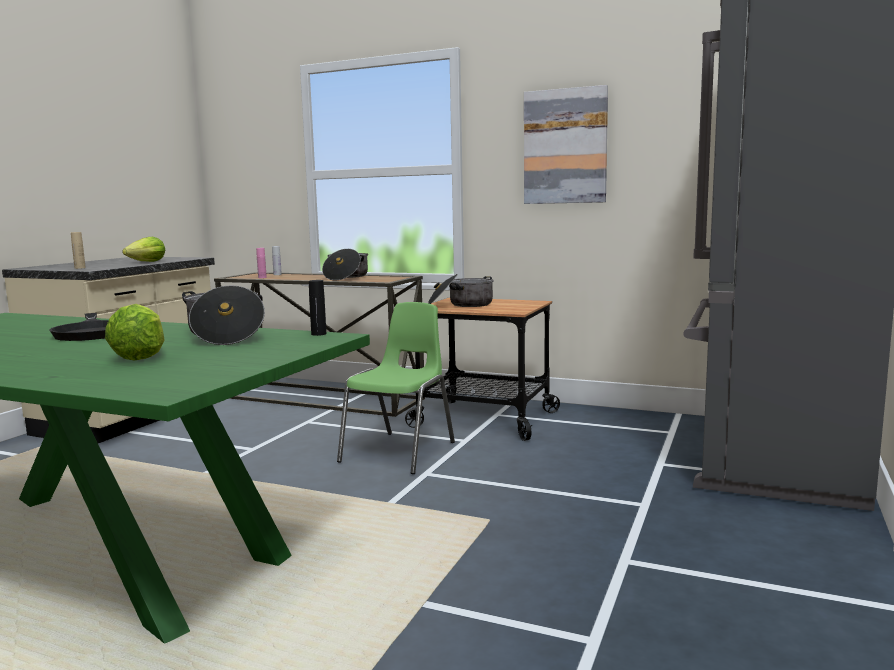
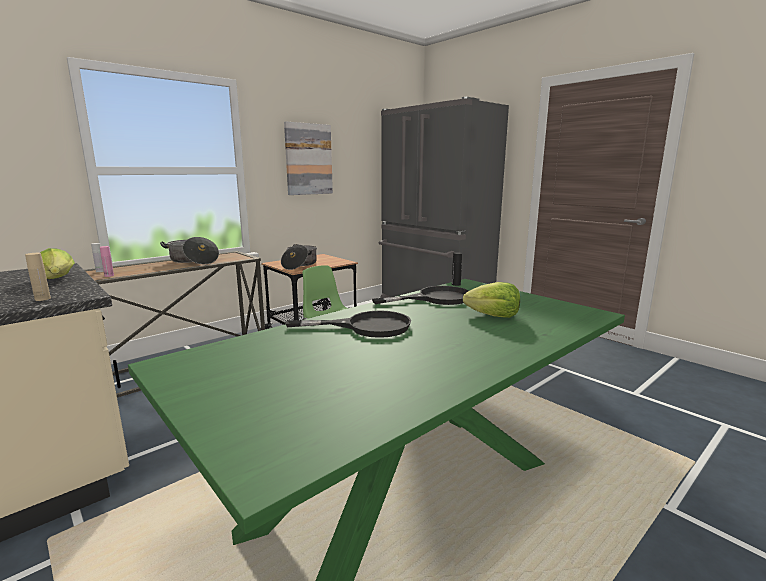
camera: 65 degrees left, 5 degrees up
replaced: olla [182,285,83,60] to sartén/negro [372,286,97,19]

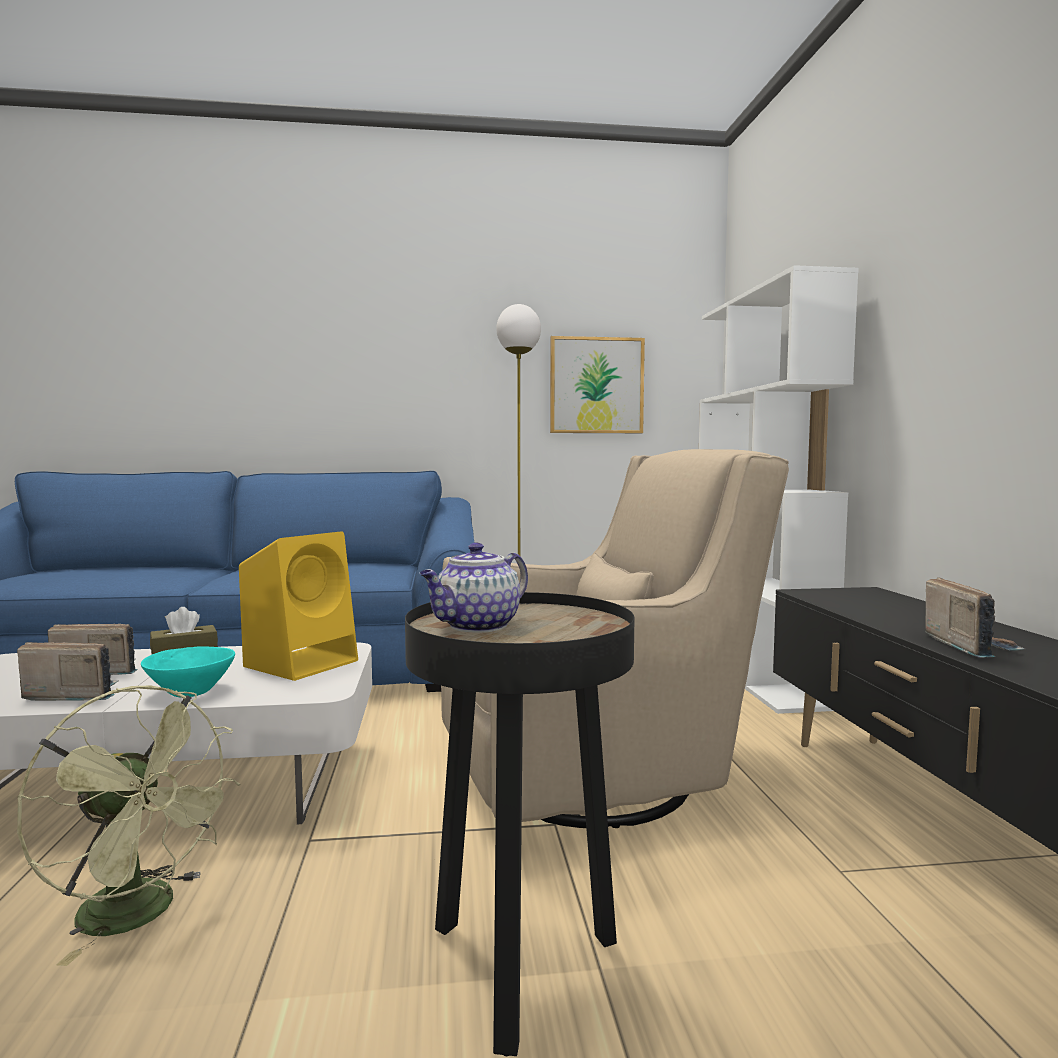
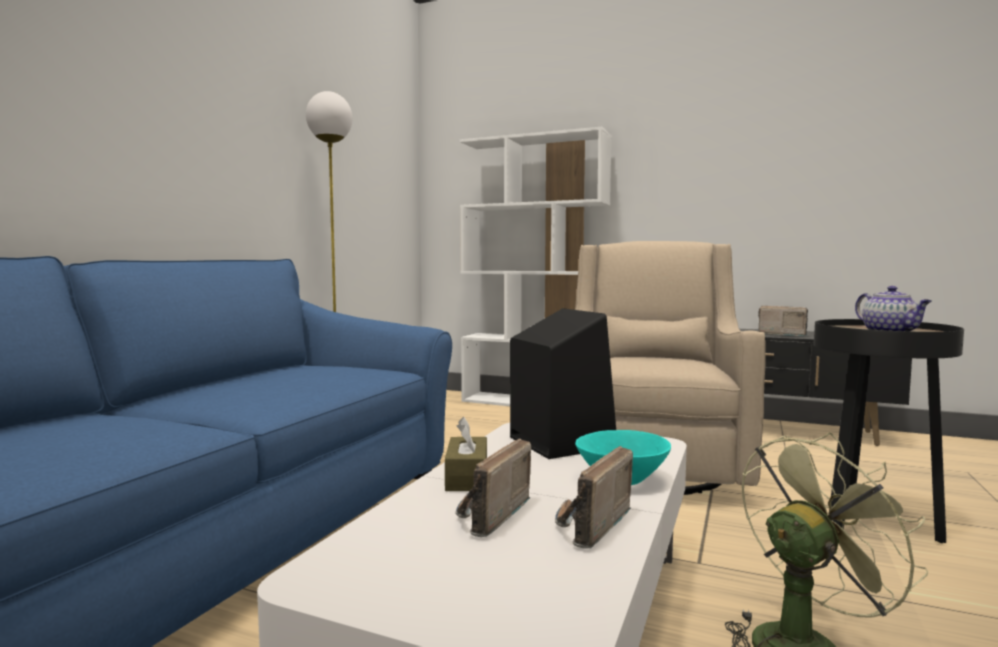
camera: 60 degrees left, 0 degrees up
removed: cuadro [550,336,95,97]
recoloured: altavoz/amarillo [239,531,119,150] to altavoz/negro [510,308,106,151]

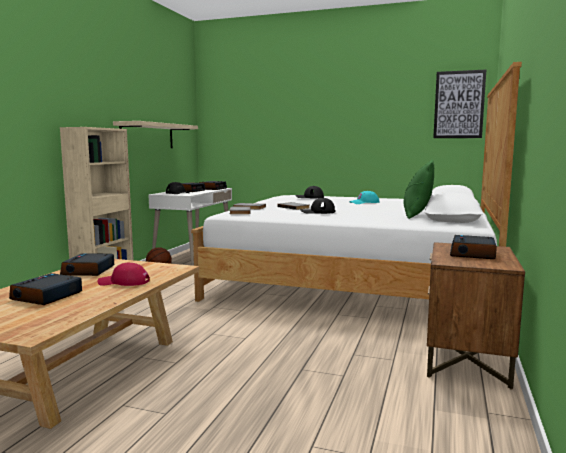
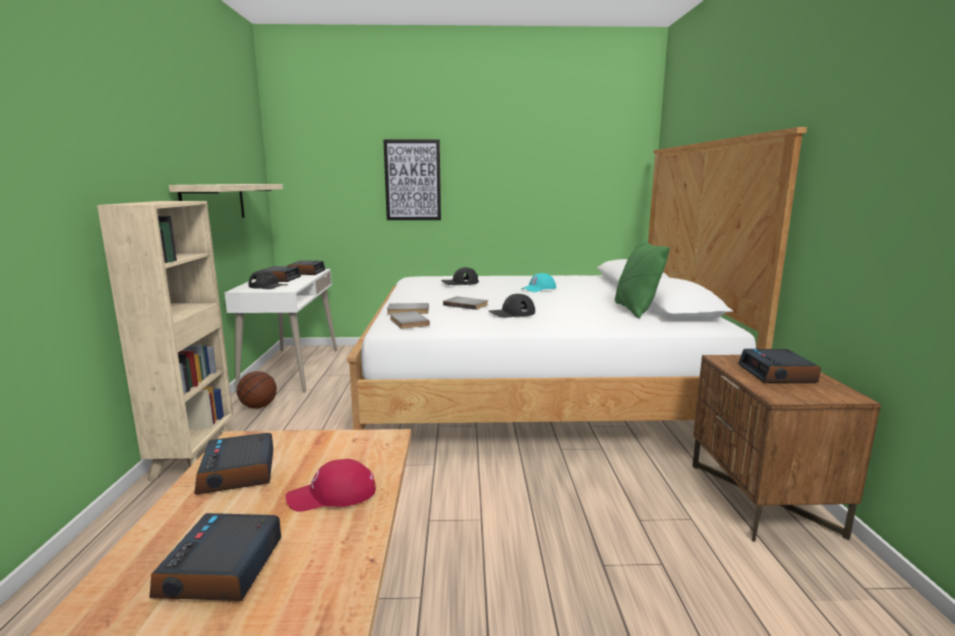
camera: 20 degrees left, 5 degrees up
moved: cuadro [433,70,53,68] to [383,139,58,81]

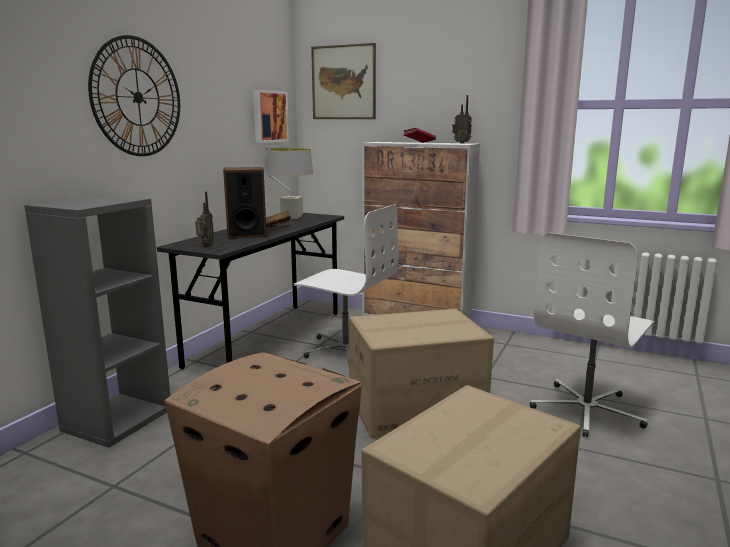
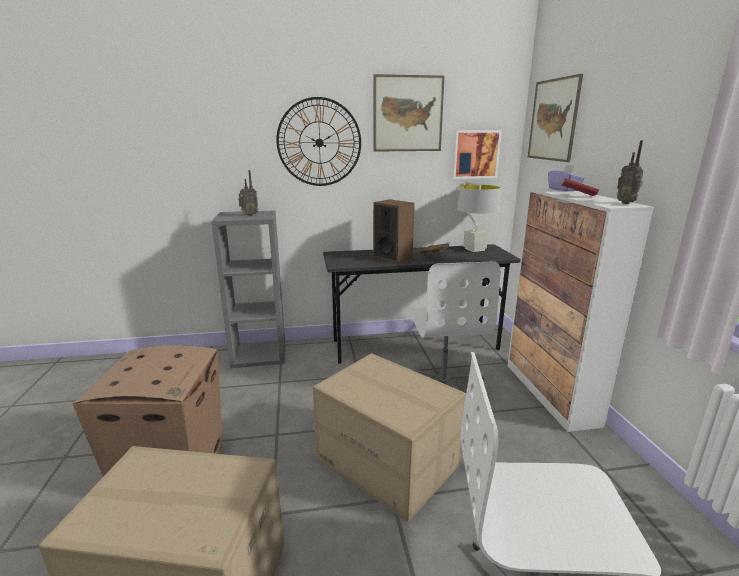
camera: 55 degrees right, 5 degrees up
added: cuadro [373,74,72,78]; caja de pañuelos/morado [548,164,37,27]
moved: radio [195,191,19,55] to [238,170,20,46]

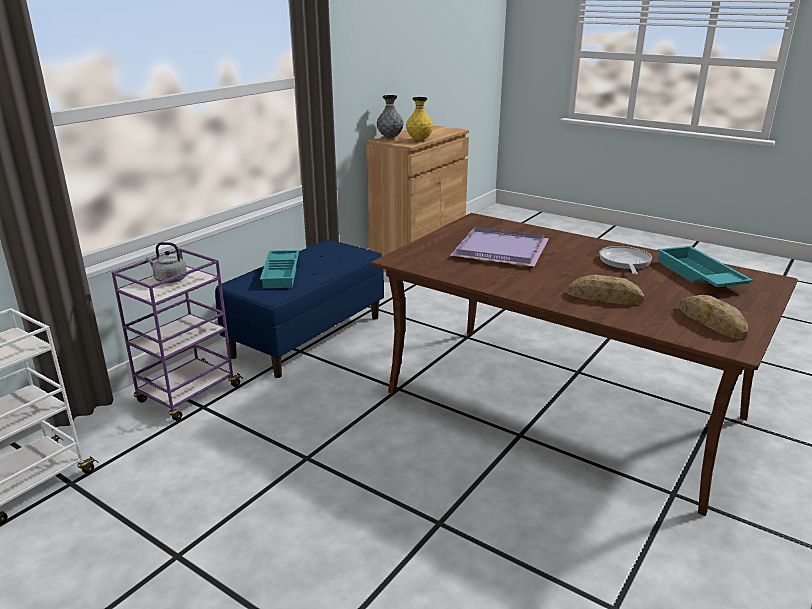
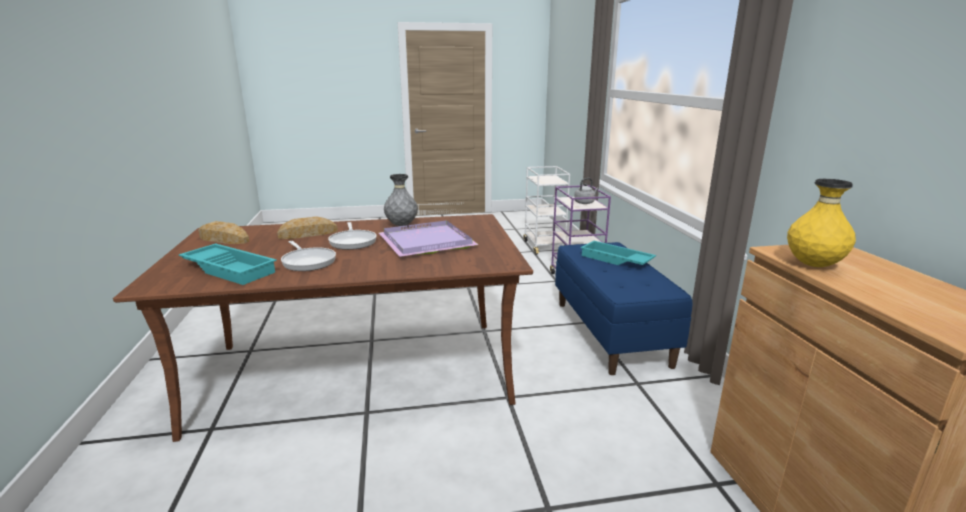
camera: 135 degrees right, 5 degrees down
added: sartén [328,222,49,28]
moved: florero/gris [377,95,27,43] to [384,174,34,52]

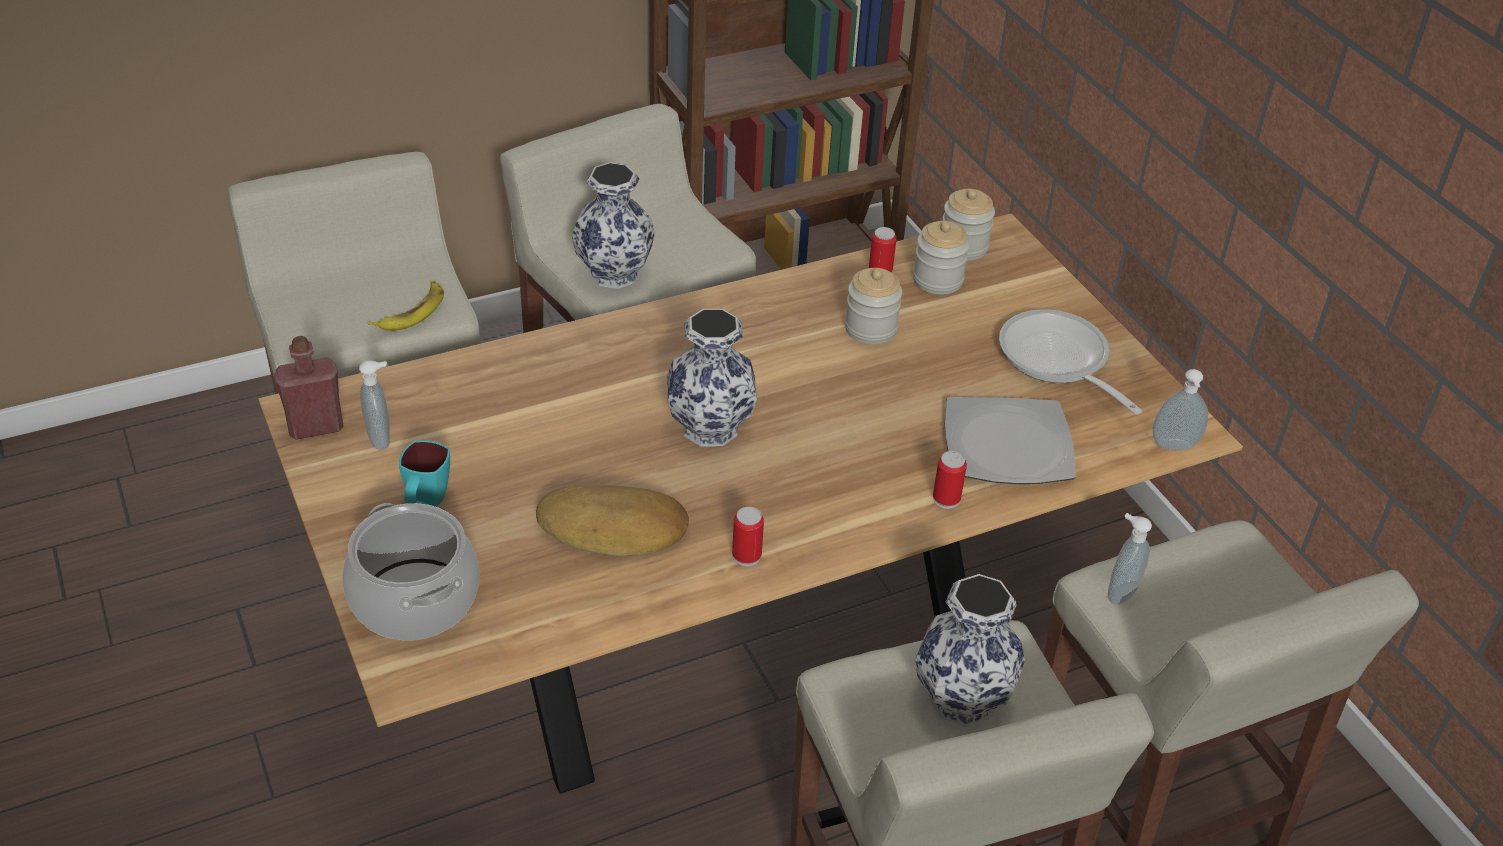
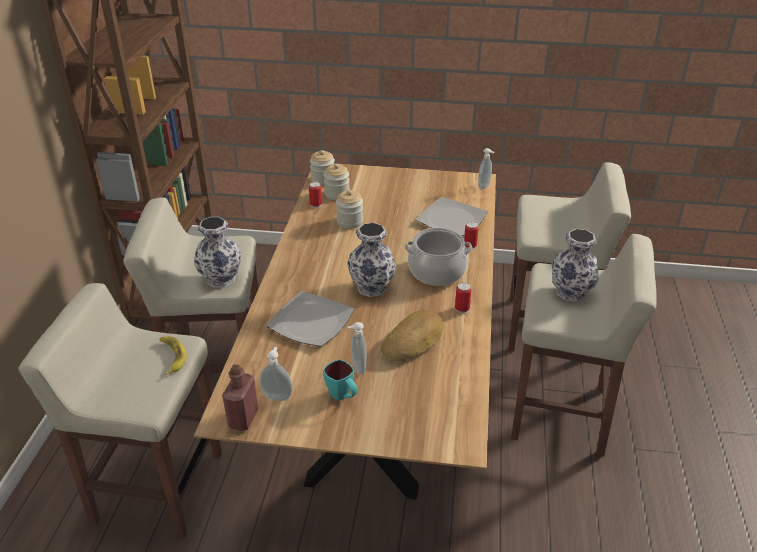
camera: 55 degrees left, 5 degrees down
removed: sartén [999,309,143,106]
added: plato [267,291,87,56]
moved: olla [342,503,138,138] to [405,227,68,59]; dispensador de jabón [1108,513,44,92] to [348,322,19,53]

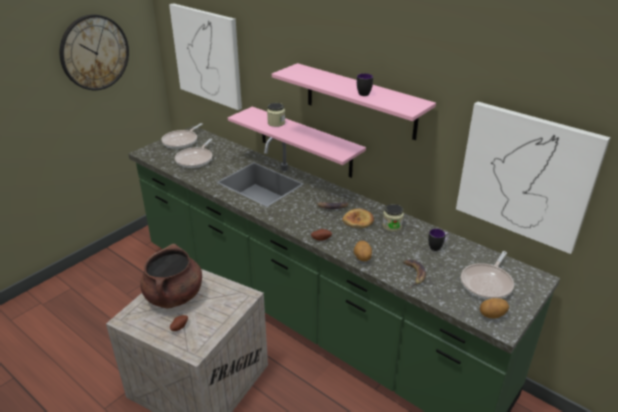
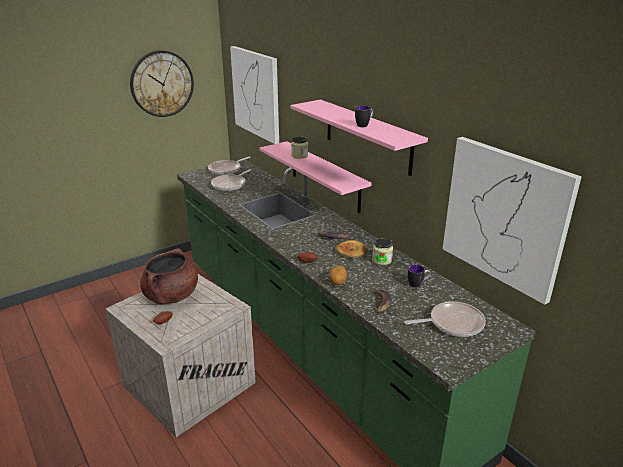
camera: 15 degrees right, 5 degrees down
removed: patata [480,298,29,21]
turned: sartén [461,251,53,49] = [404,301,82,36] 150 degrees counterclockwise

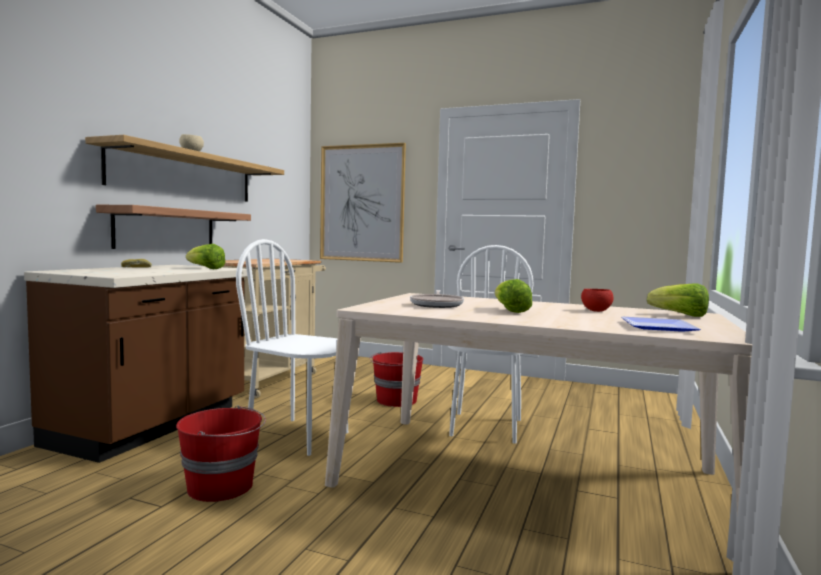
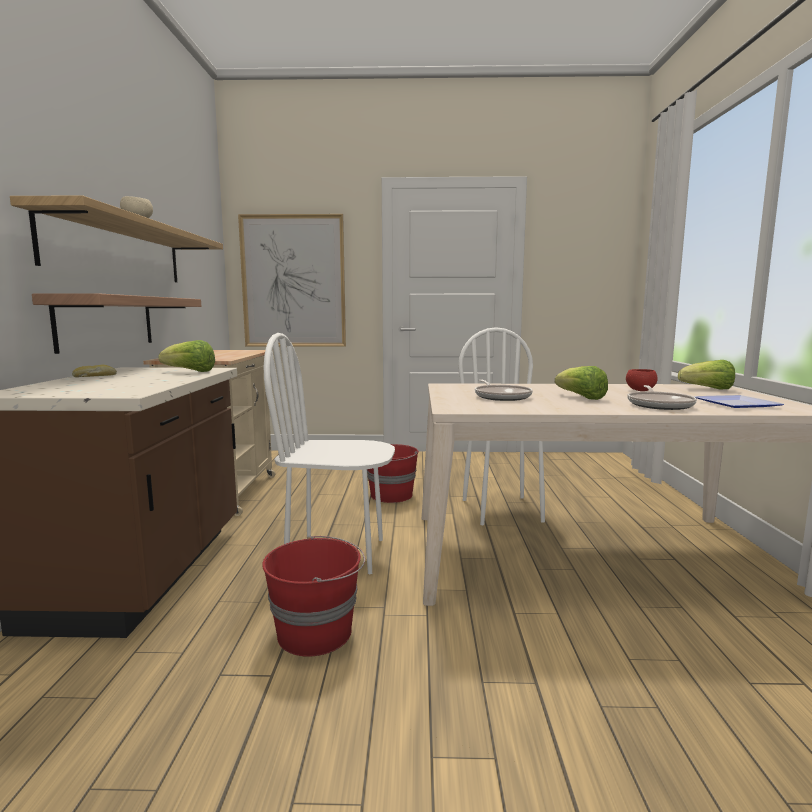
camera: 20 degrees left, 5 degrees up
added: sartén [627,385,70,25]

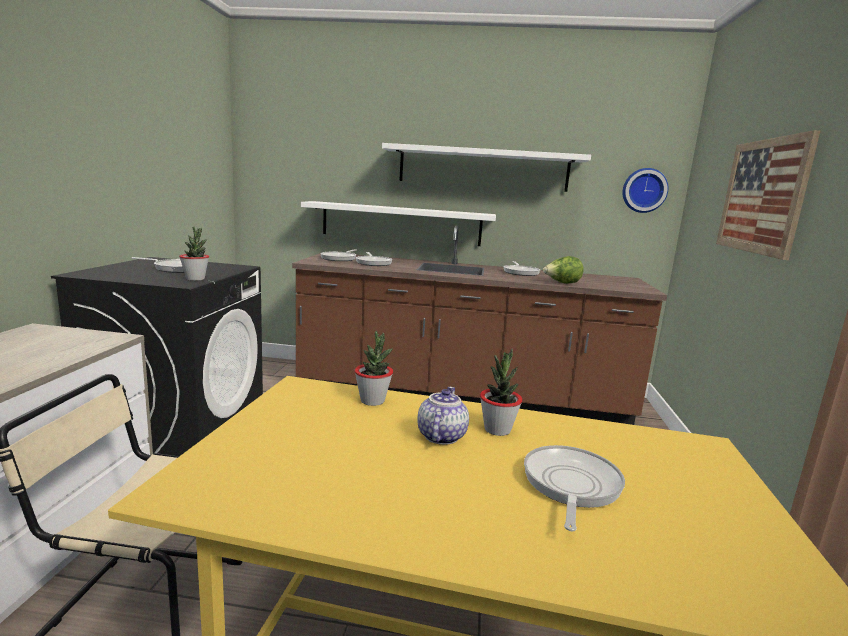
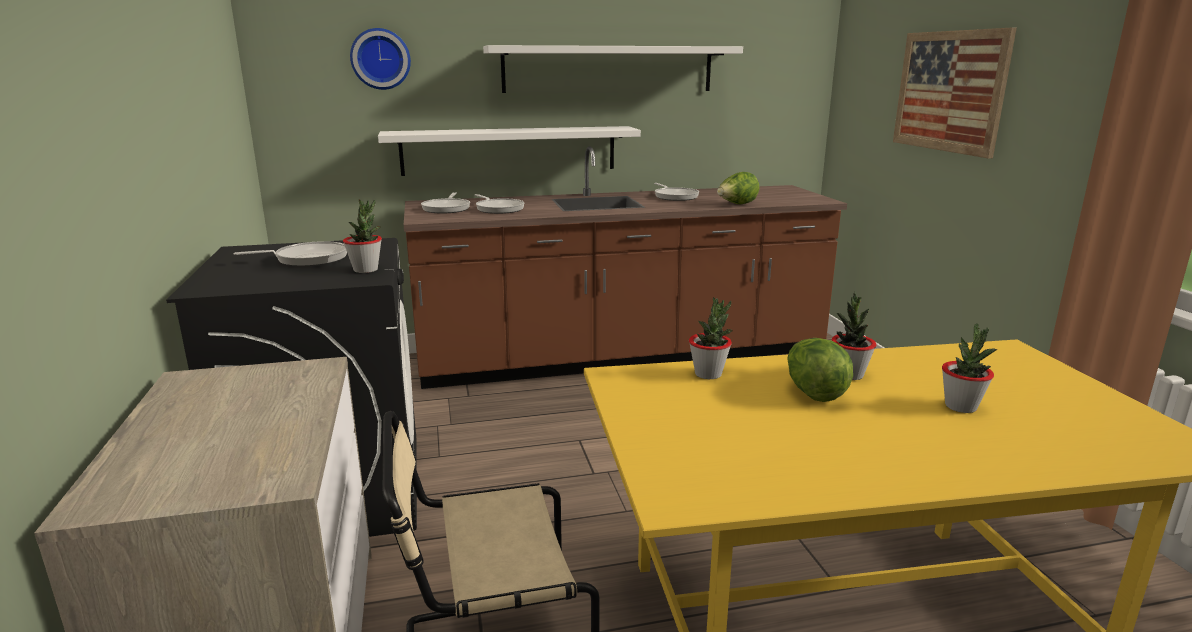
camera: 20 degrees left, 5 degrees up
moved: reloj de pared [622,168,46,45] to [350,28,61,62]
replaced: tetera [417,387,52,58] to lechuga [787,338,66,64]; sartén [524,445,101,86] to planta en maceta [942,324,55,89]

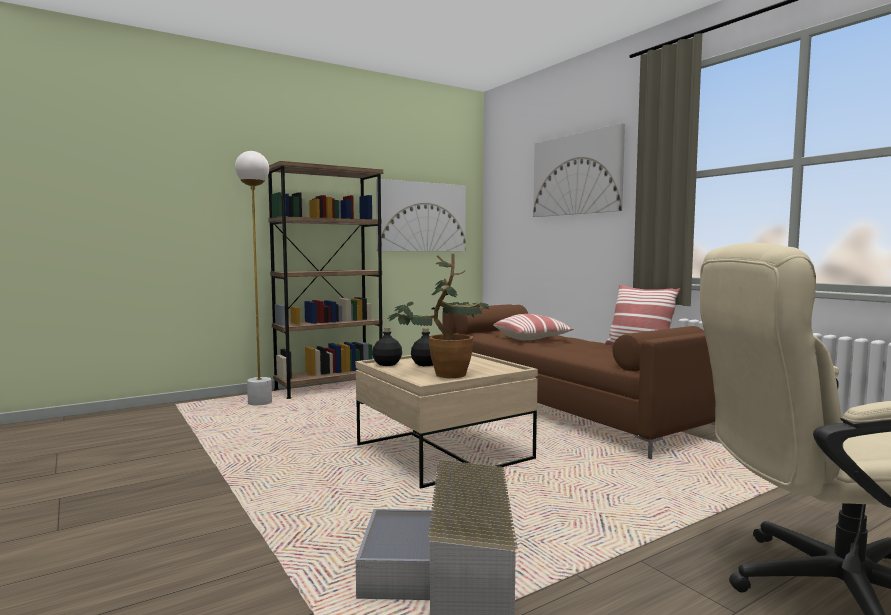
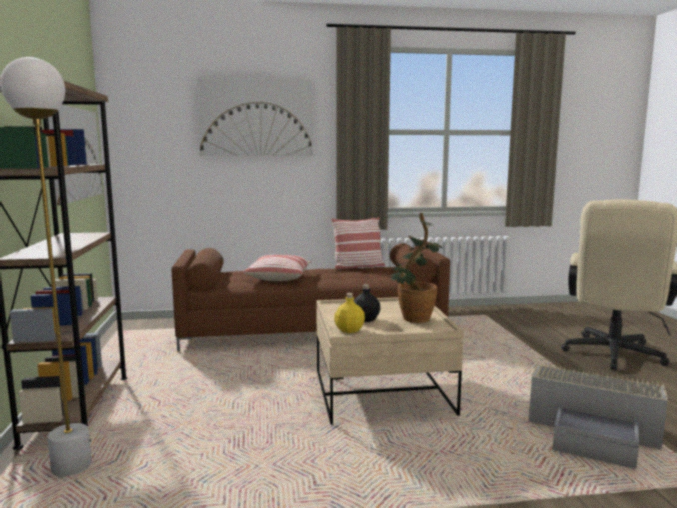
camera: 65 degrees left, 5 degrees up
recoloured: botella/negro [372,328,30,38] to botella/amarillo [334,293,31,40]

